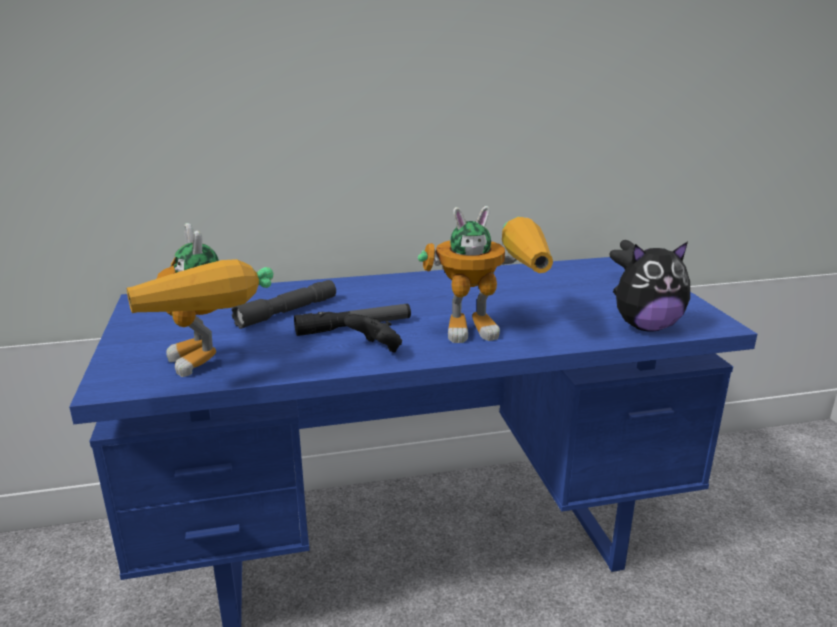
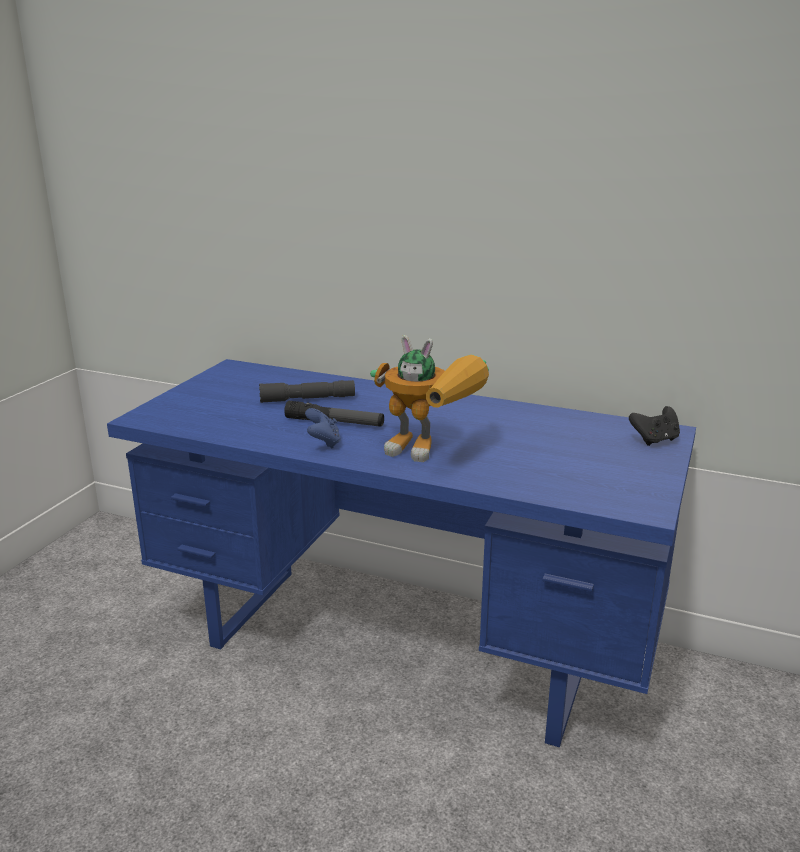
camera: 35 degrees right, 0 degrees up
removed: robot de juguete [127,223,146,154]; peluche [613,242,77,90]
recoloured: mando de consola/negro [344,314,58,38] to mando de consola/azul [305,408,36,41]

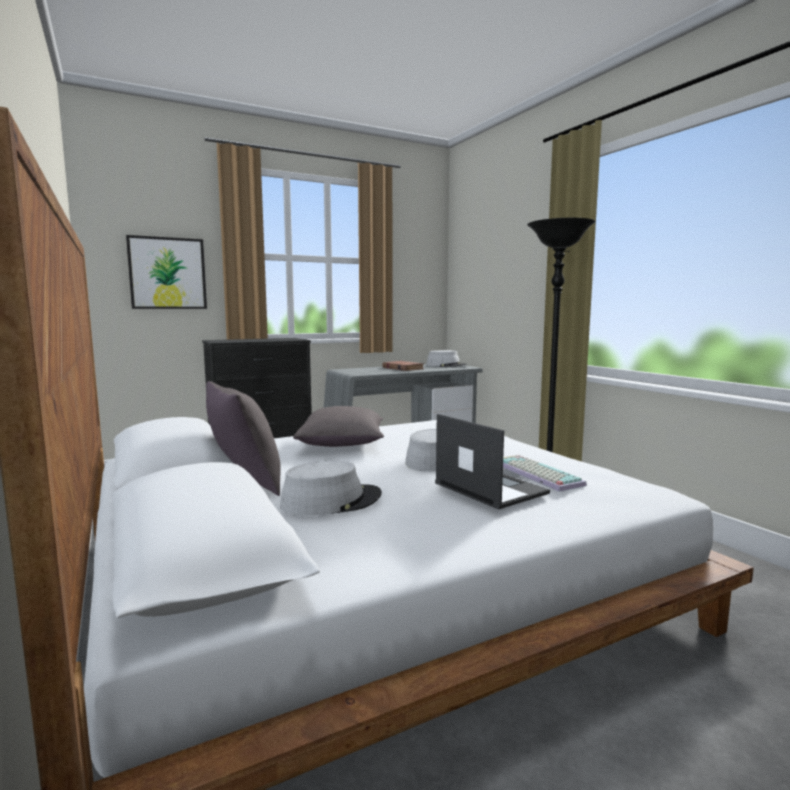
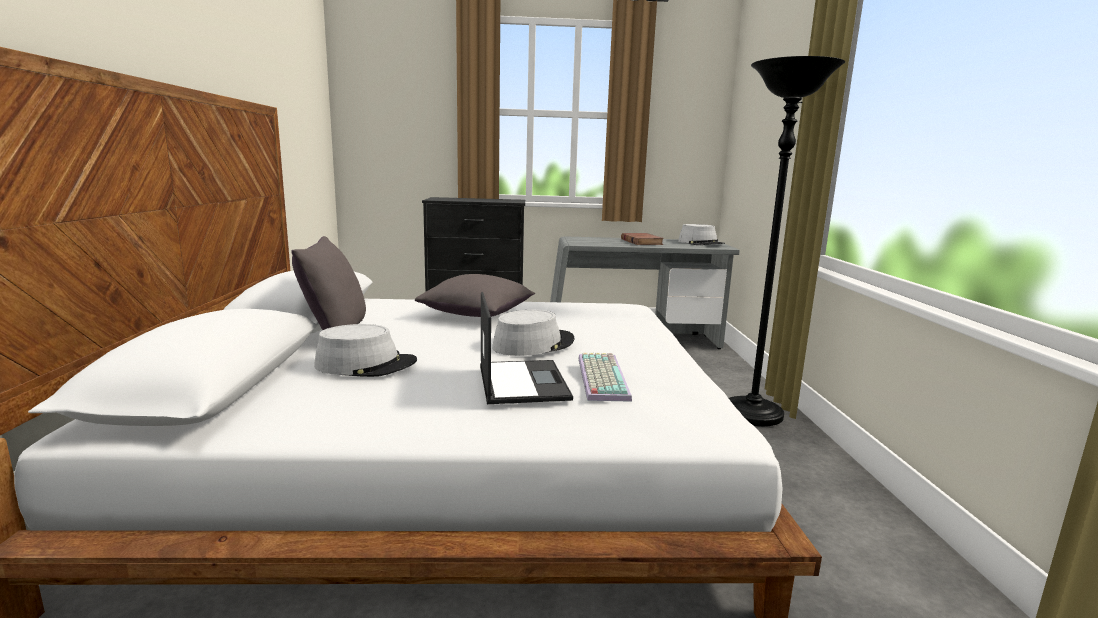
camera: 25 degrees right, 5 degrees up
removed: cuadro [126,235,81,74]

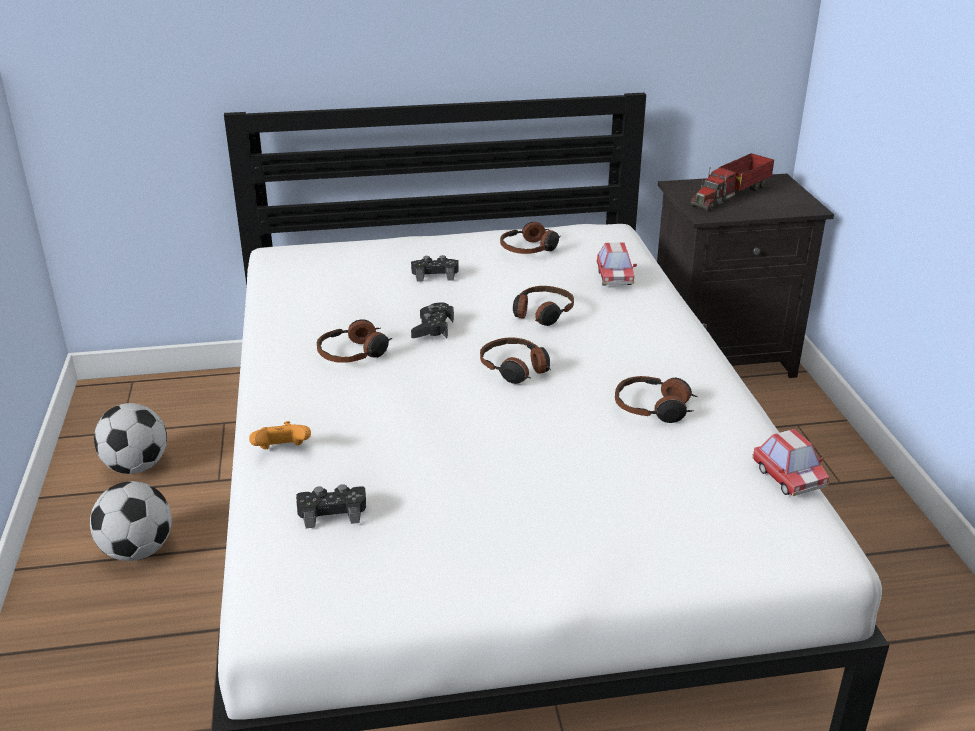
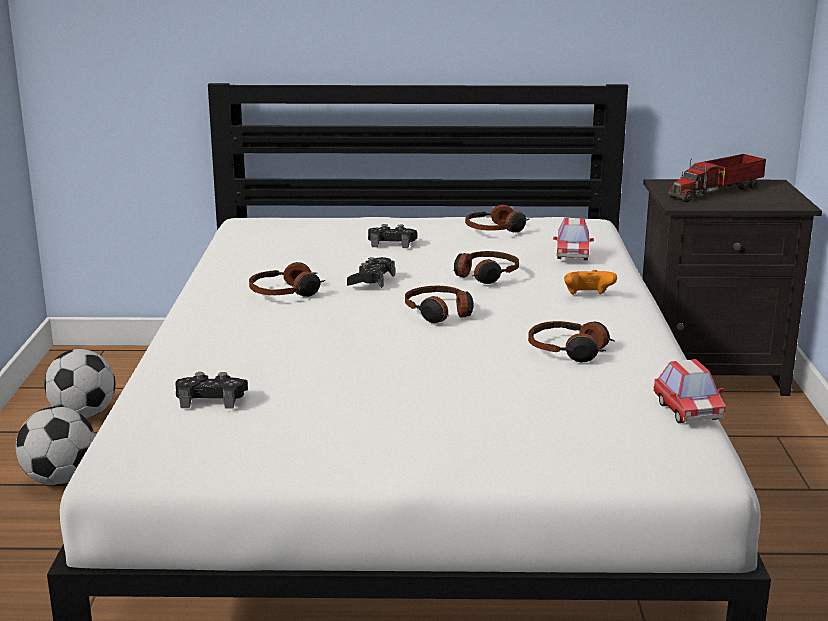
camera: 10 degrees right, 10 degrees down
moved: mando de consola/naranja [249,421,62,28] to [564,270,53,25]

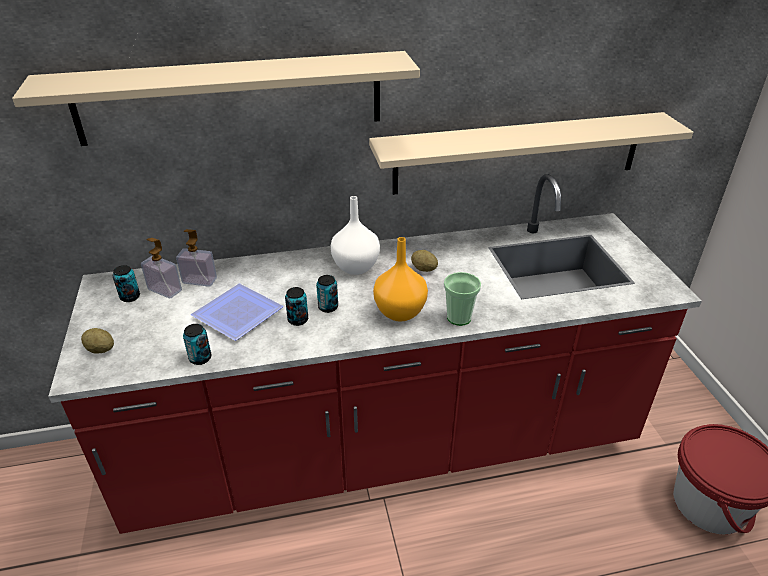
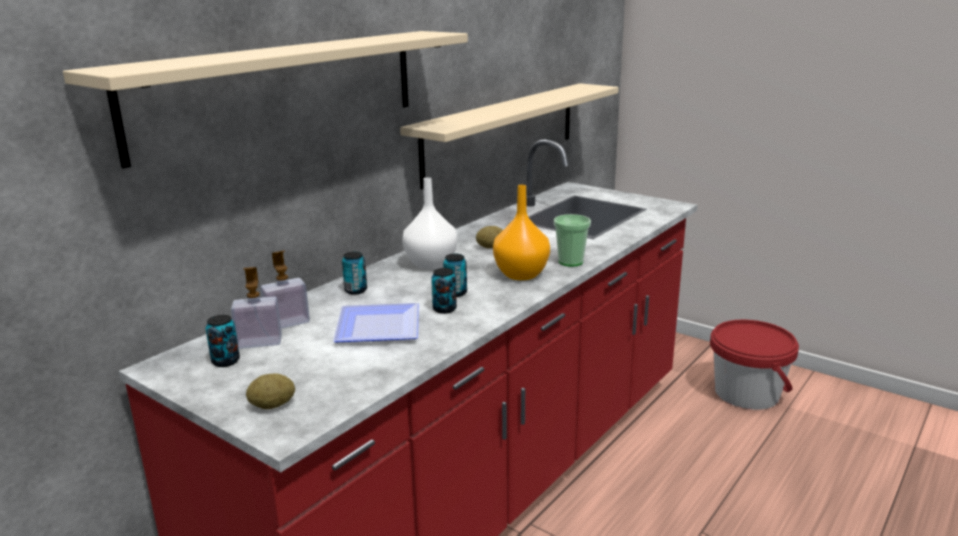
camera: 40 degrees left, 15 degrees down
moved: lata [183,324,29,41] to [342,252,25,43]

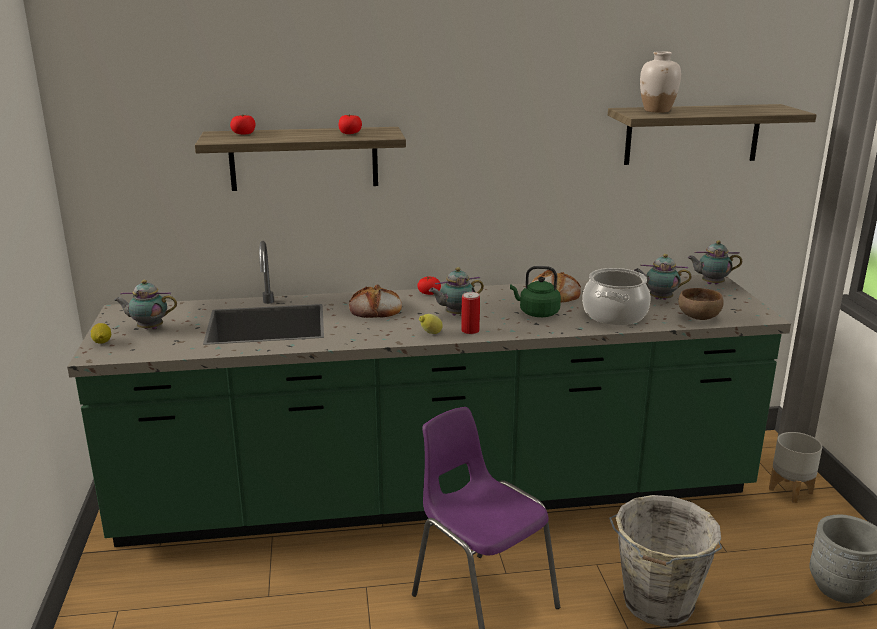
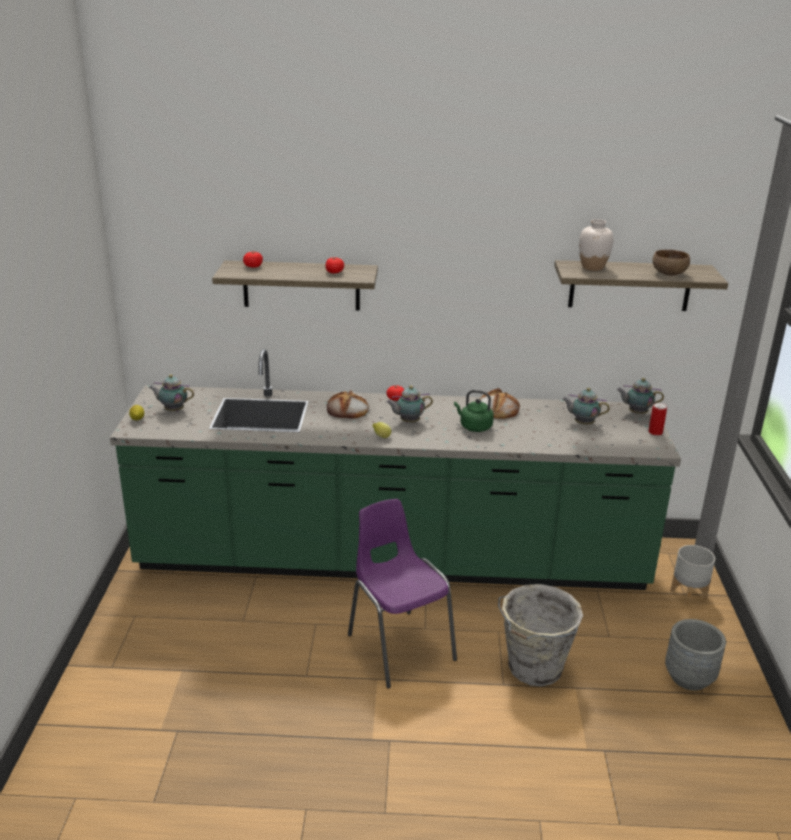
camera: 10 degrees right, 5 degrees up
removed: olla [582,268,68,57]
moved: lata [461,292,19,42] to [648,403,19,33]; cuenco/marrón [678,288,46,32] to [652,250,38,26]

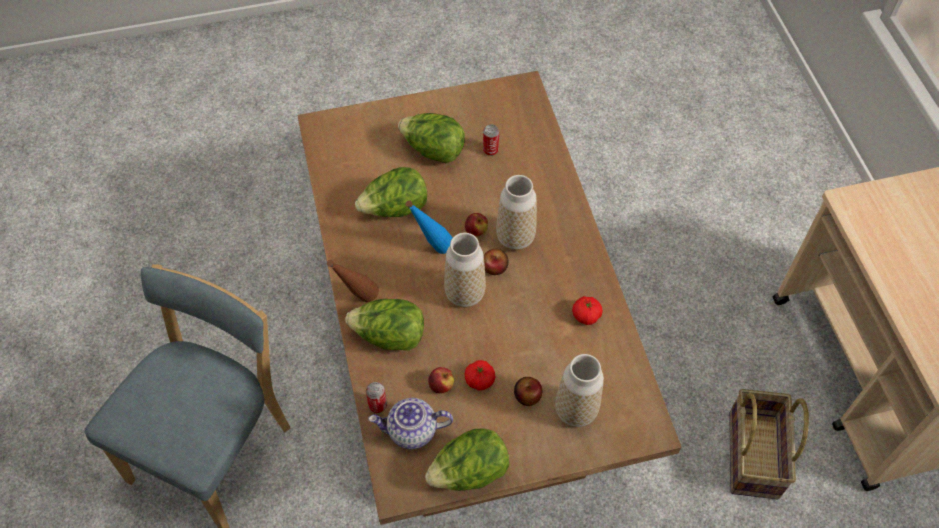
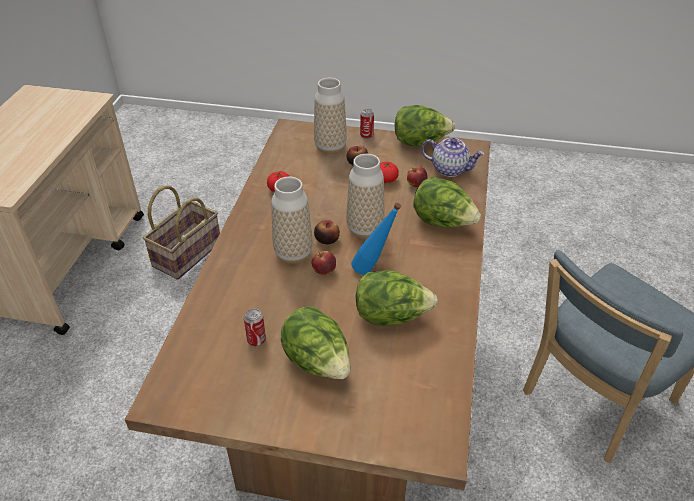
camera: 155 degrees left, 15 degrees down
removed: botella/marrón [327,260,52,42]
moved: lata [366,382,21,31] to [360,109,14,30]

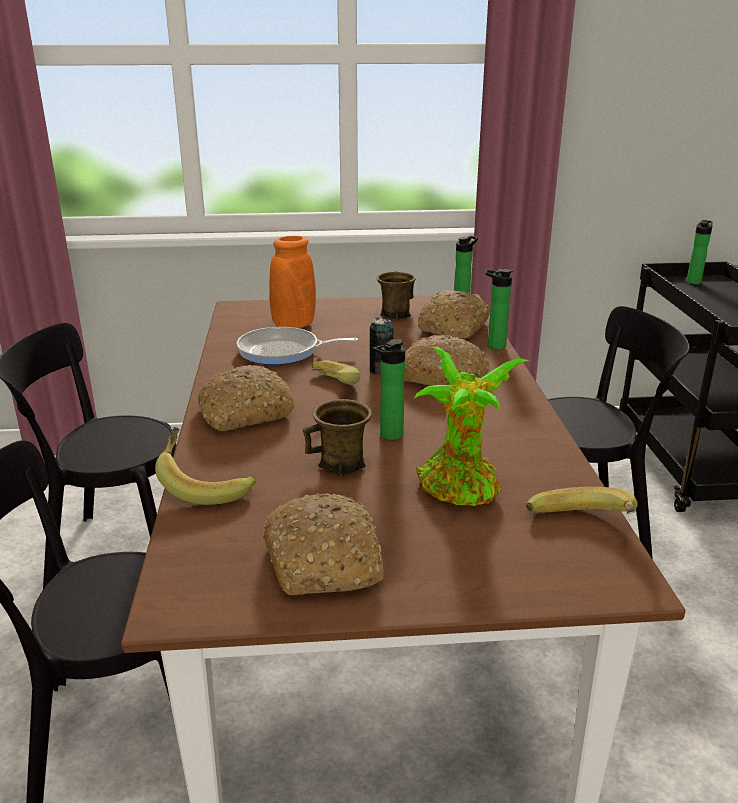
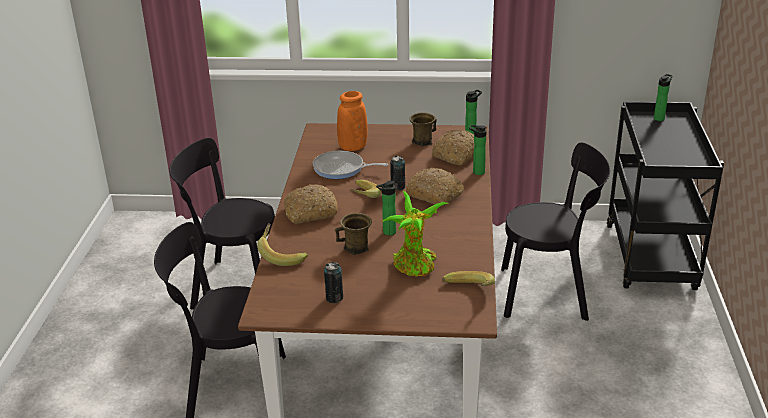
camera: 10 degrees right, 5 degrees up
replaced: pan [263,493,121,102] to lata [324,262,19,41]

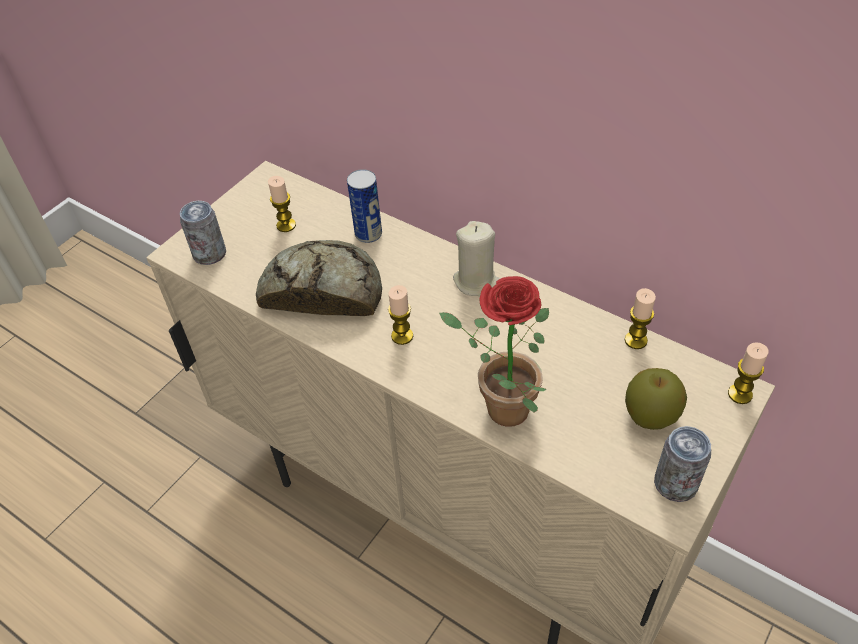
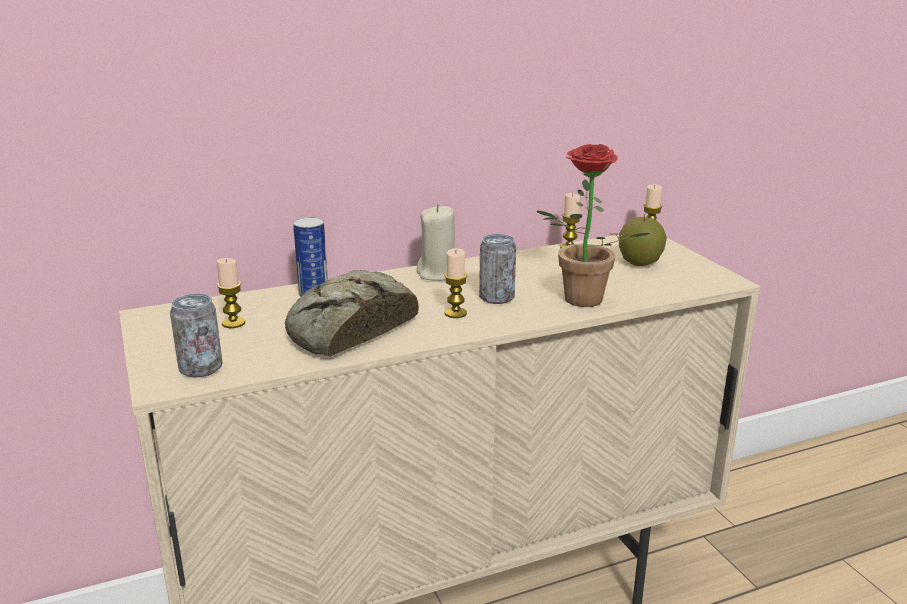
camera: 60 degrees left, 25 degrees down
moved: lata [654,426,57,76] to [479,234,37,70]

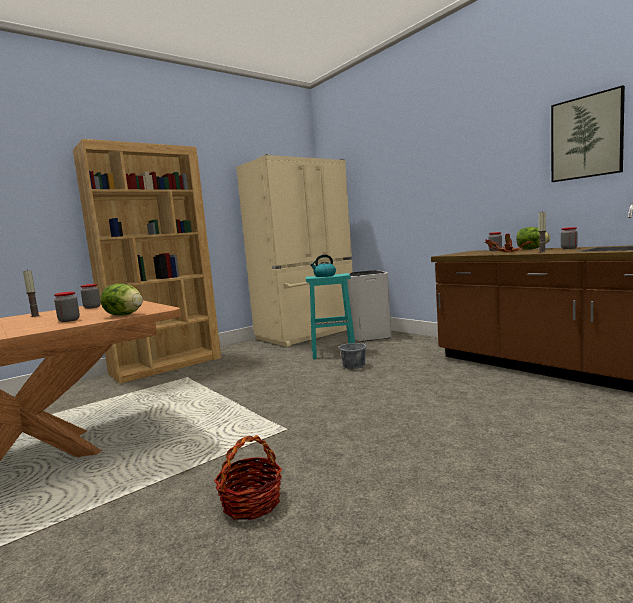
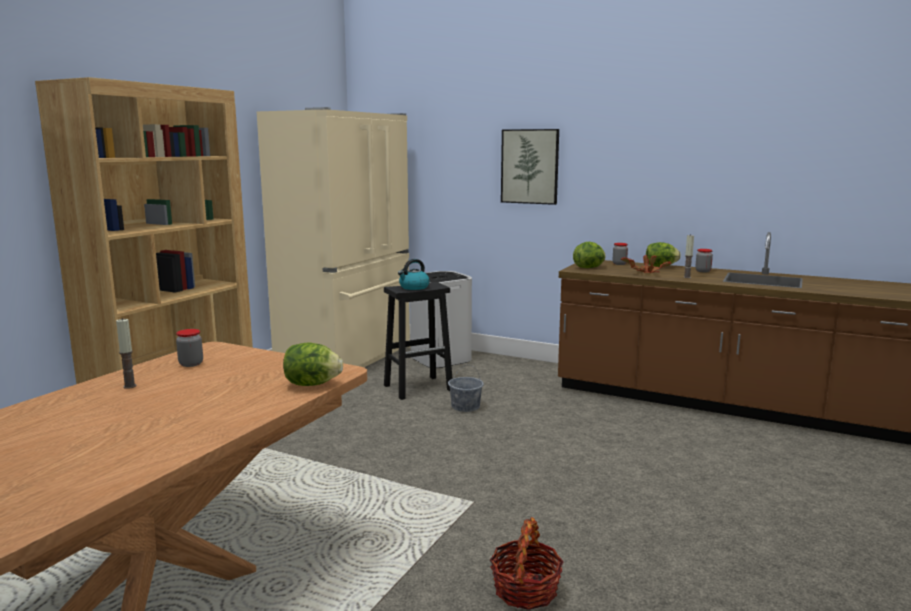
camera: 25 degrees left, 5 degrees up
removed: tarro [54,292,26,30]
added: lechuga [573,242,33,26]
moved: cuadro [551,85,74,97] to [501,129,58,76]
recoloured: taburete/turquesa [306,273,49,86] to taburete/negro [384,282,69,118]

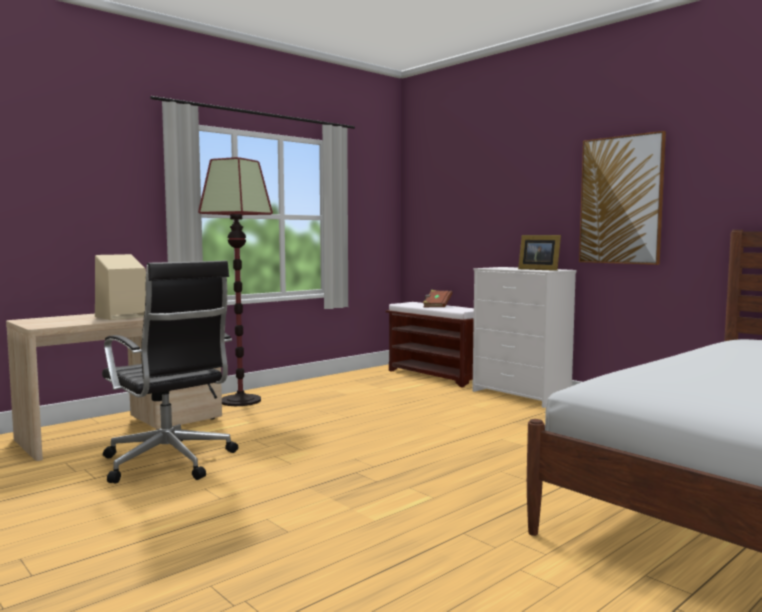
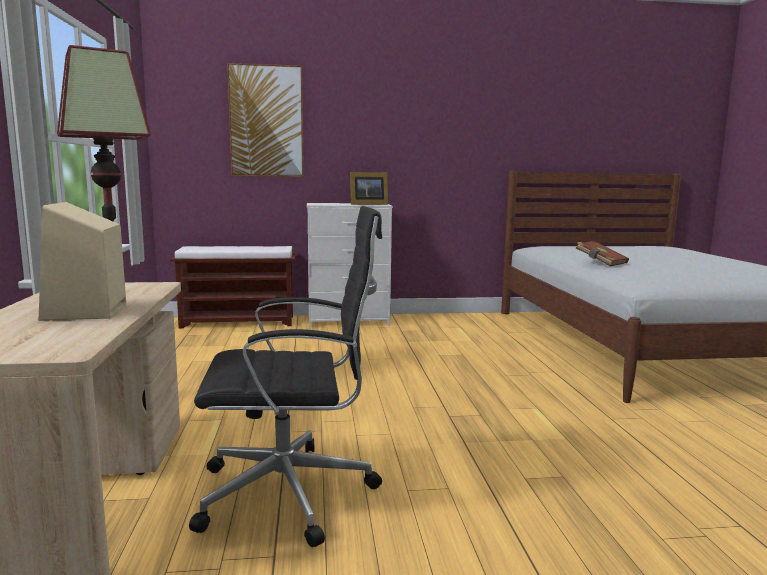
camera: 55 degrees left, 5 degrees up
moved: libro/marrón [423,290,29,17] to [576,241,53,25]; cuadro [579,131,87,134] to [227,63,77,114]

